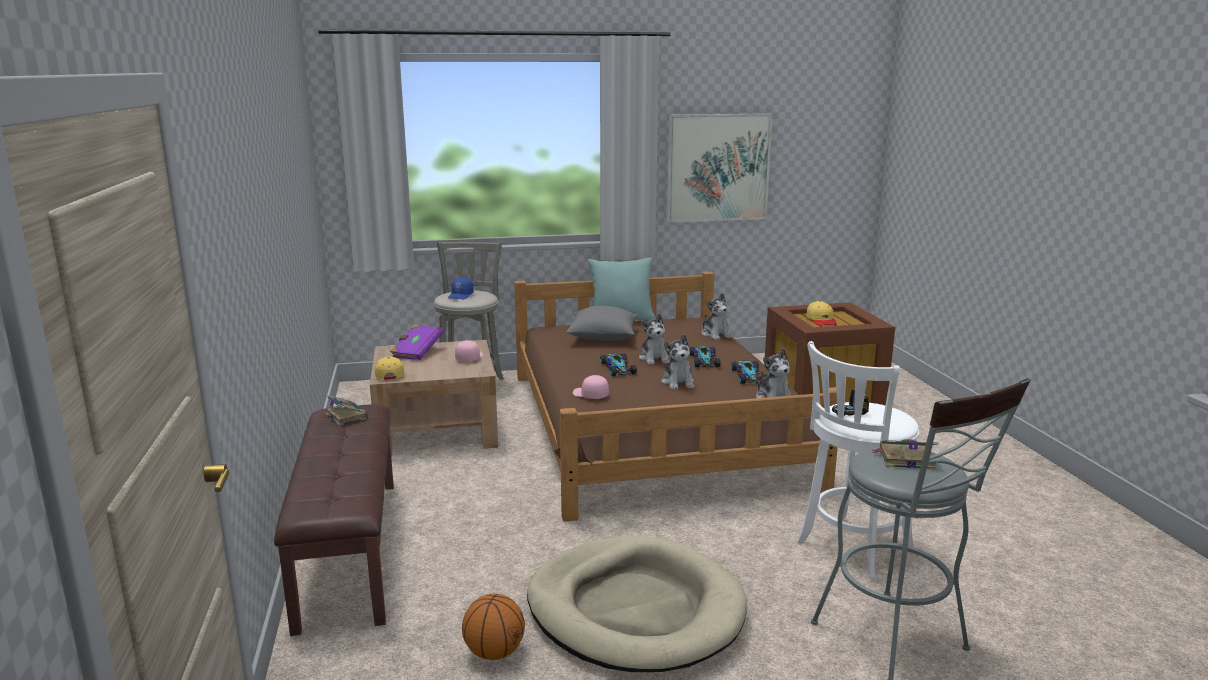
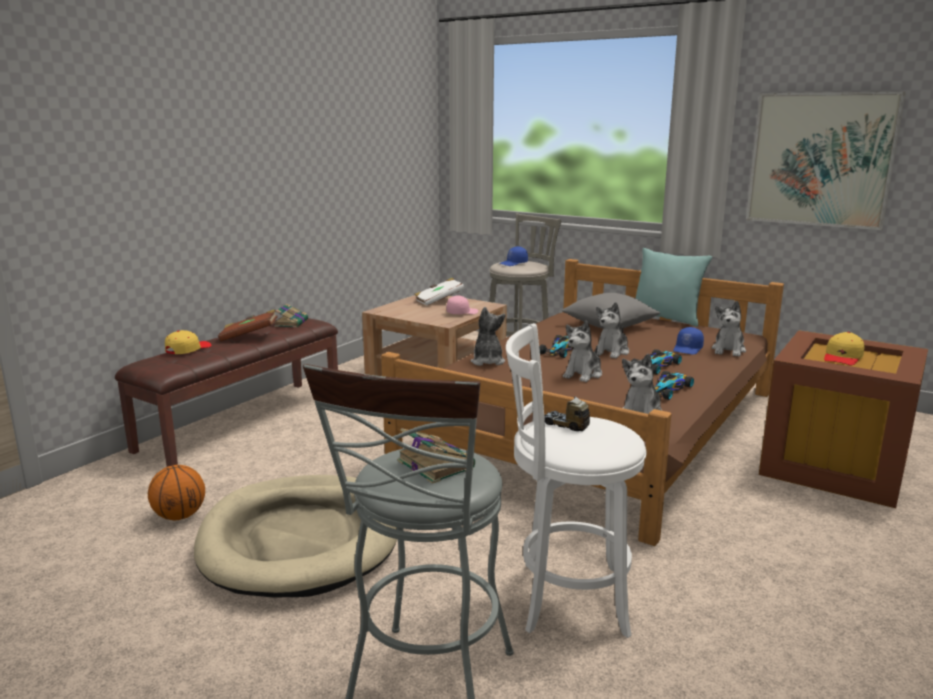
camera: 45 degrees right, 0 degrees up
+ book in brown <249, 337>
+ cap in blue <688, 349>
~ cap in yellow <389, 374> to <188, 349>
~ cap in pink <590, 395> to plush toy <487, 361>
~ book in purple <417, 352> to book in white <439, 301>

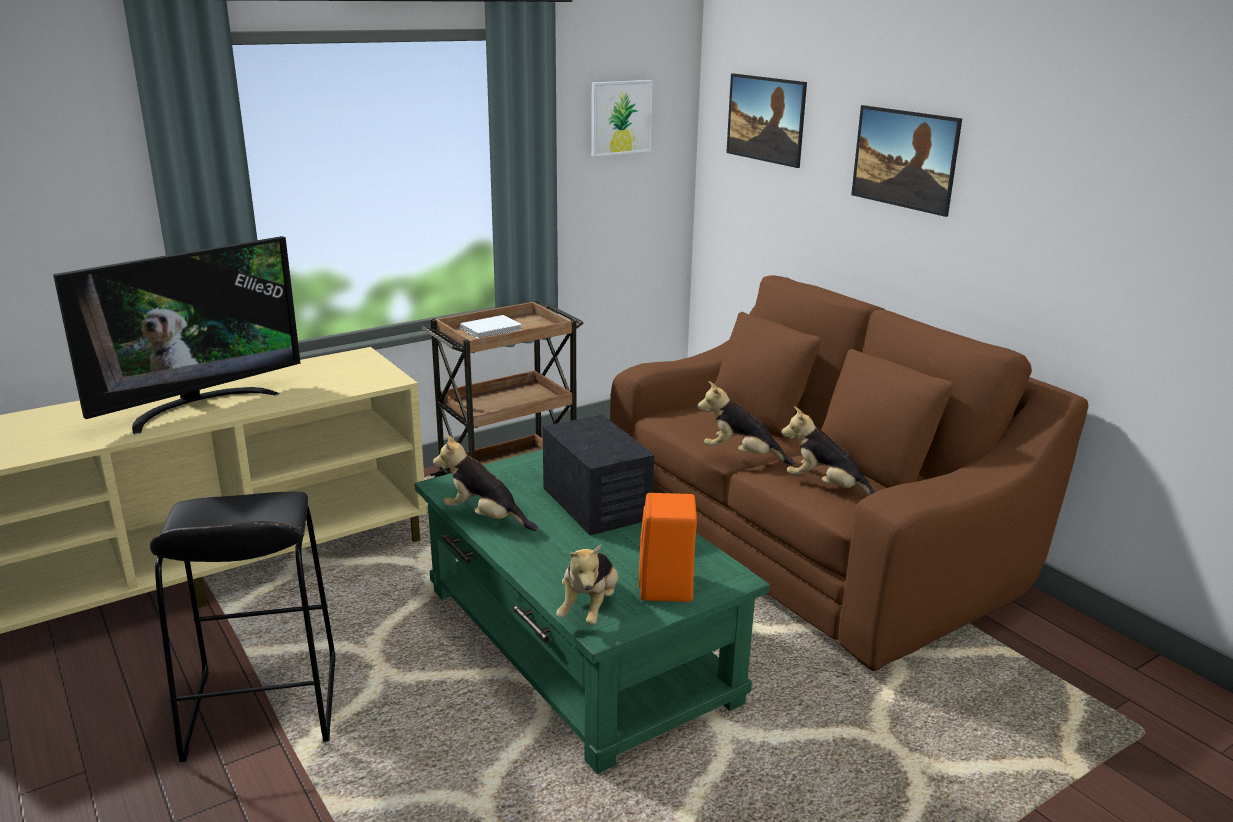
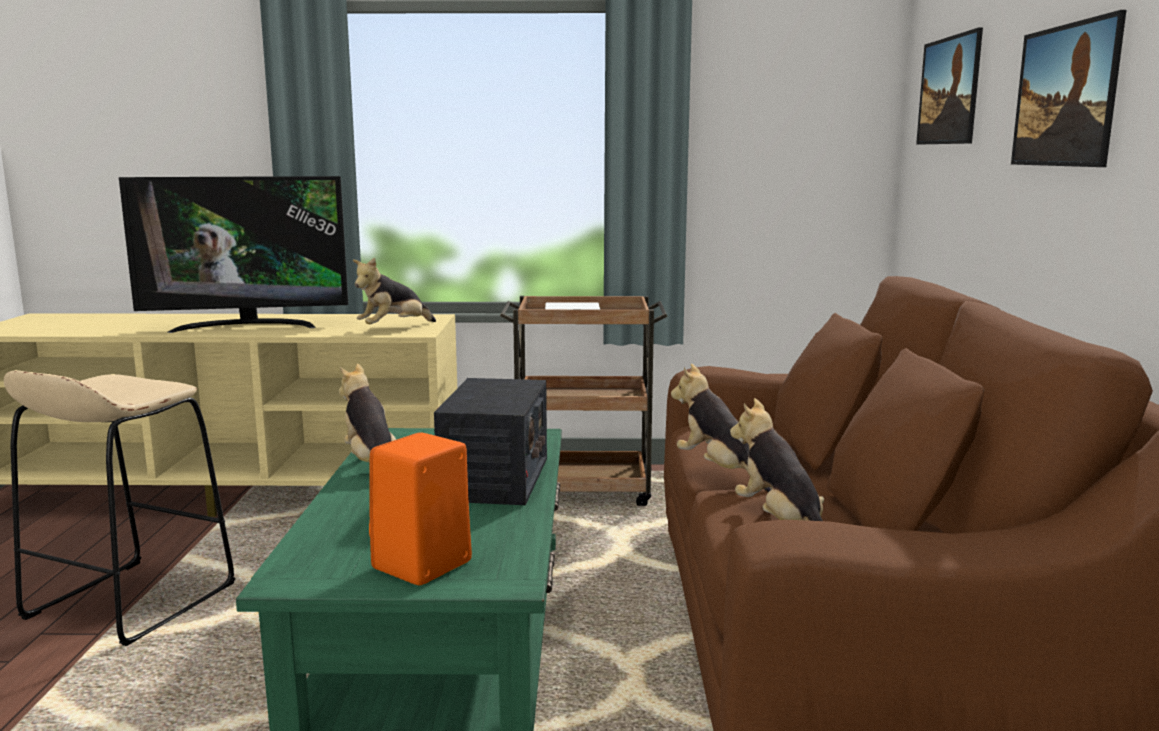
camera: 35 degrees right, 10 degrees down
- picture <620, 117>
~ plush toy <589, 608> to <394, 328>
~ stool in black <262, 708> to stool in beige <130, 602>

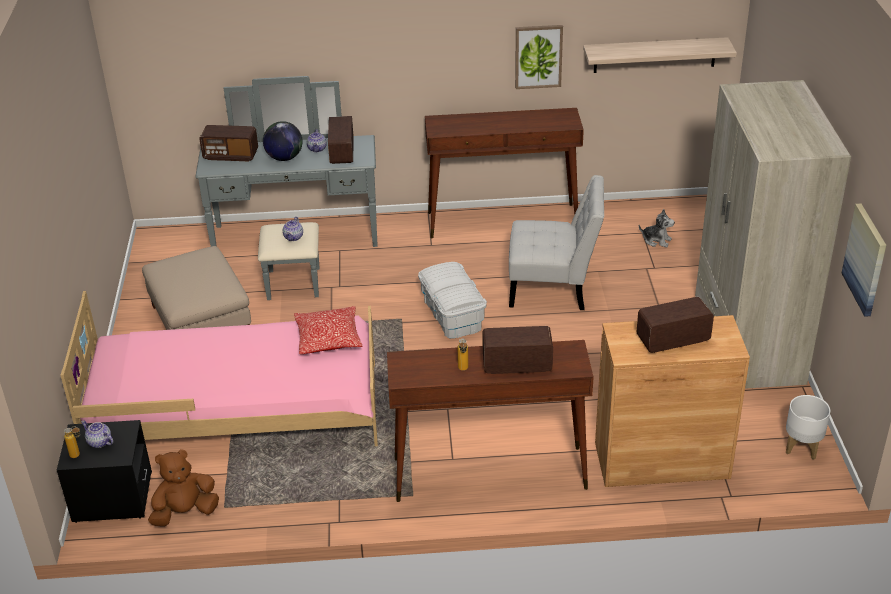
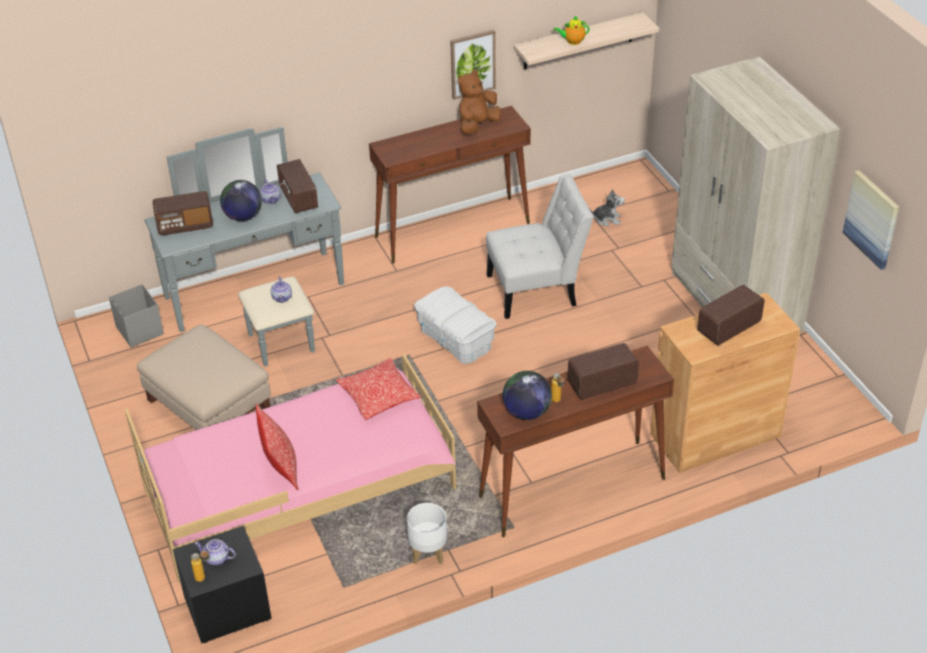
camera: 20 degrees left, 5 degrees up
+ storage box in grey <140, 330>
+ pillow <281, 467>
+ globe <526, 412>
+ teapot <572, 42>
~ plush toy in brown <185, 512> to <477, 125>
~ planter in white <802, 447> to <428, 553>

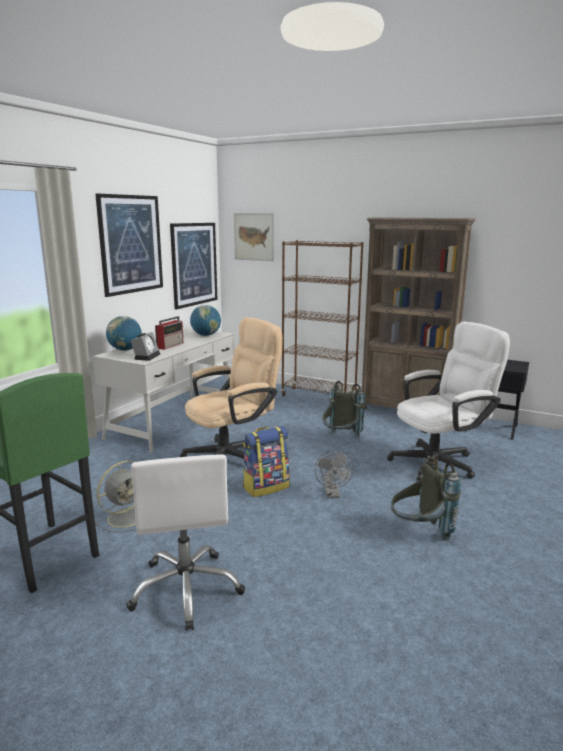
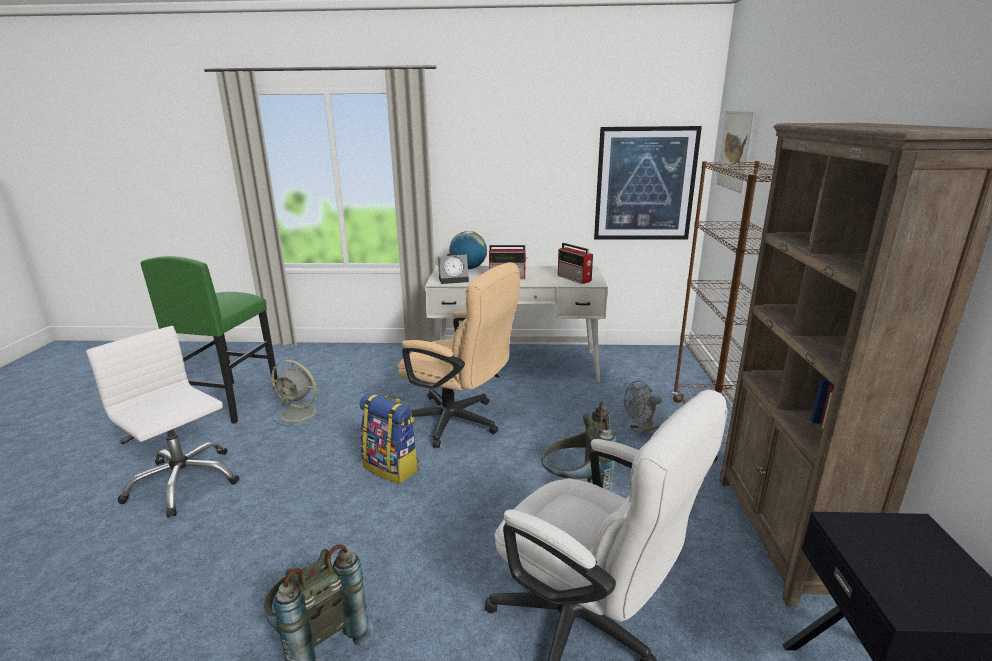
camera: 65 degrees right, 5 degrees up
- picture <131, 244>
~ fan in grey <332, 494> to <640, 430>
~ globe <206, 335> to radio <574, 279>
~ office chair in white <187, 589> = <183, 482> 75 degrees clockwise

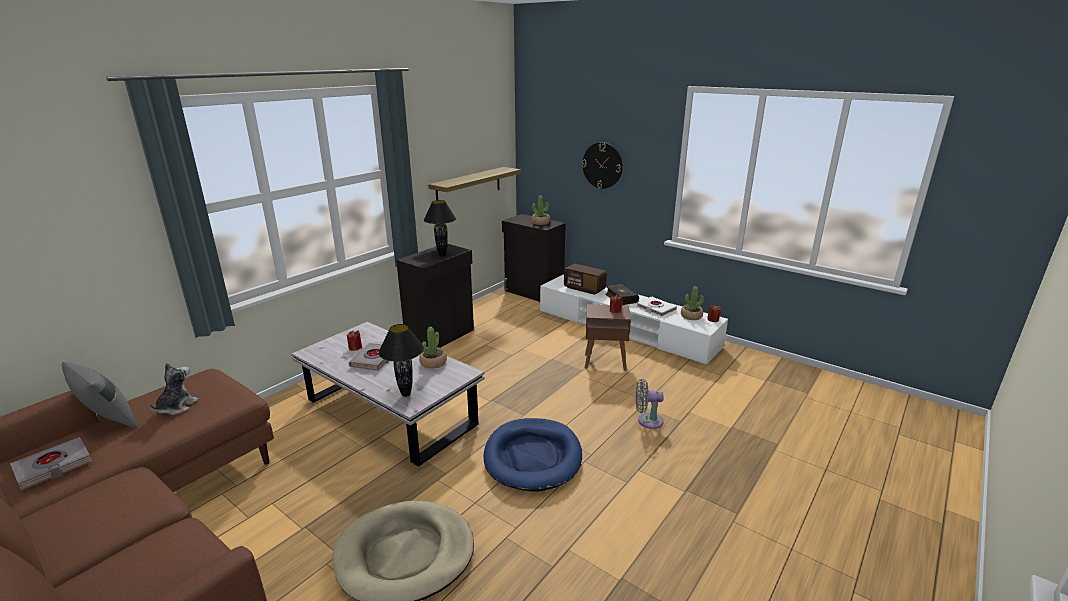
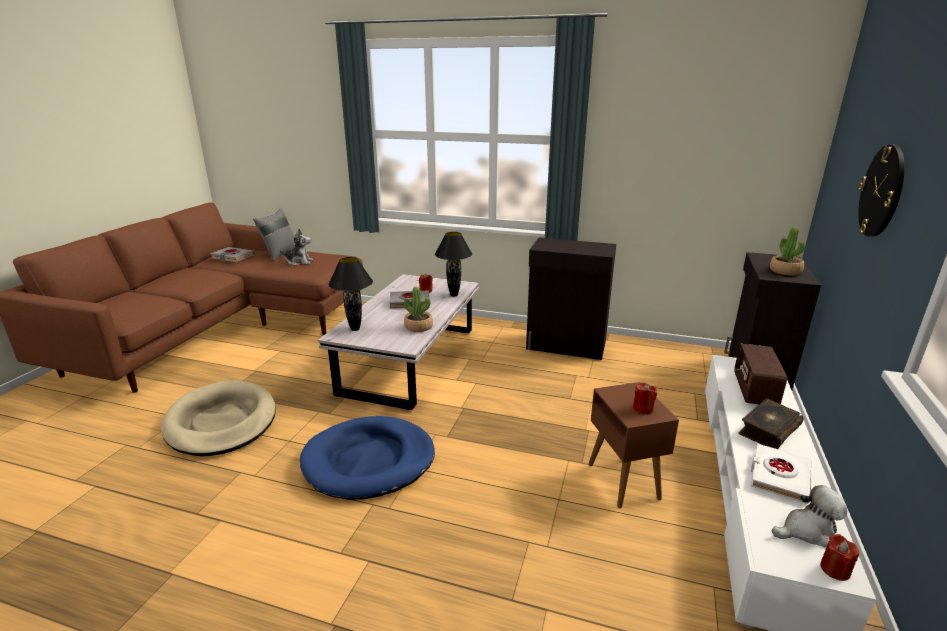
camera: 70 degrees right, 0 degrees up
- shelf <469, 186>
- fan in grey <647, 420>
~ table lamp in black <442, 255> to <453, 295>
~ potted plant <691, 316> to plush toy <807, 531>

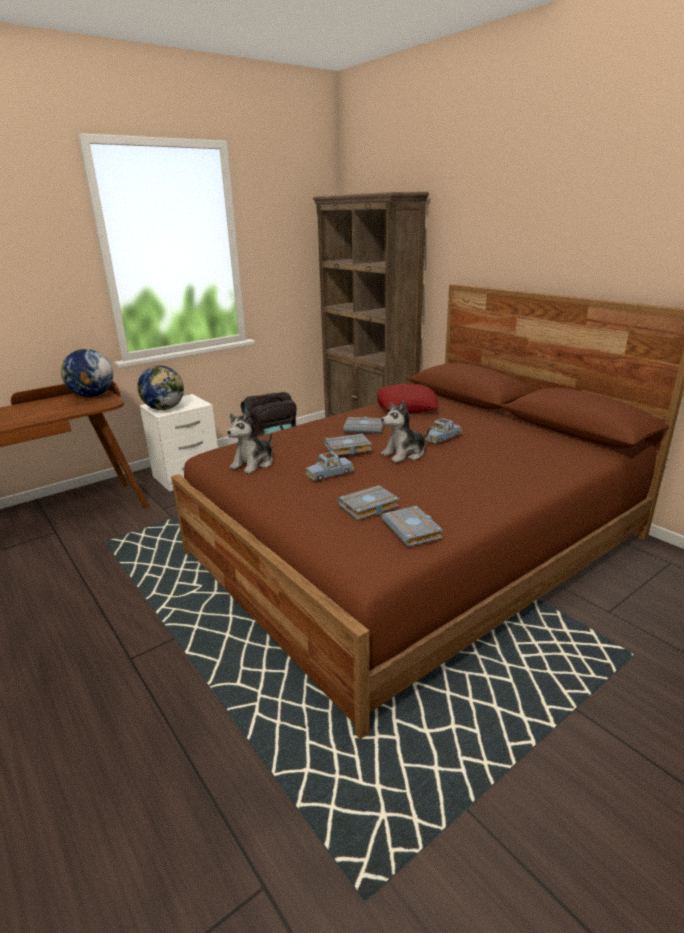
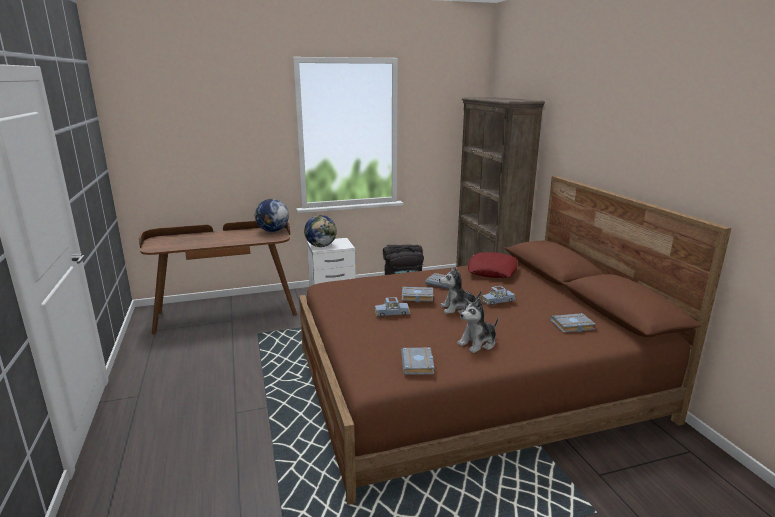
camera: 20 degrees right, 5 degrees down
~ plush toy <253, 463> to <478, 343>
~ book in grey <368, 507> to <572, 326>

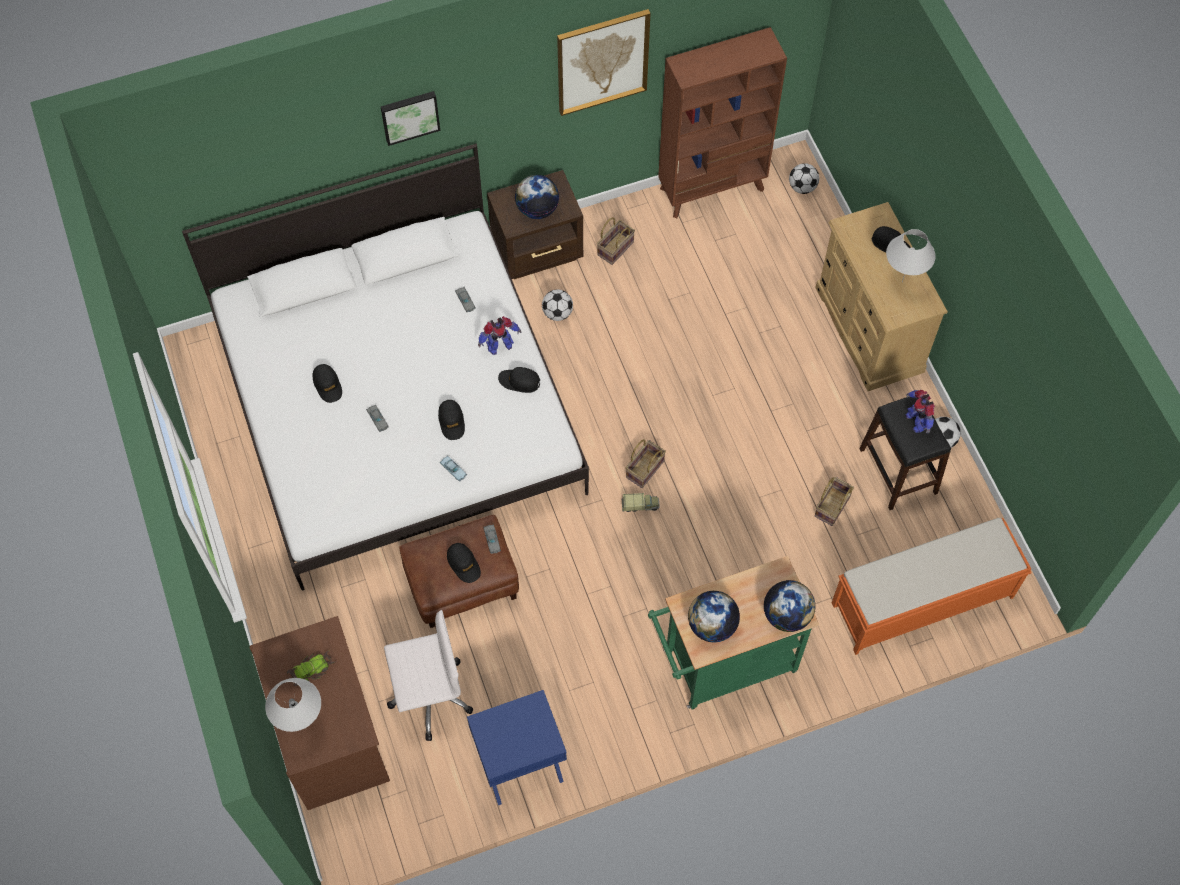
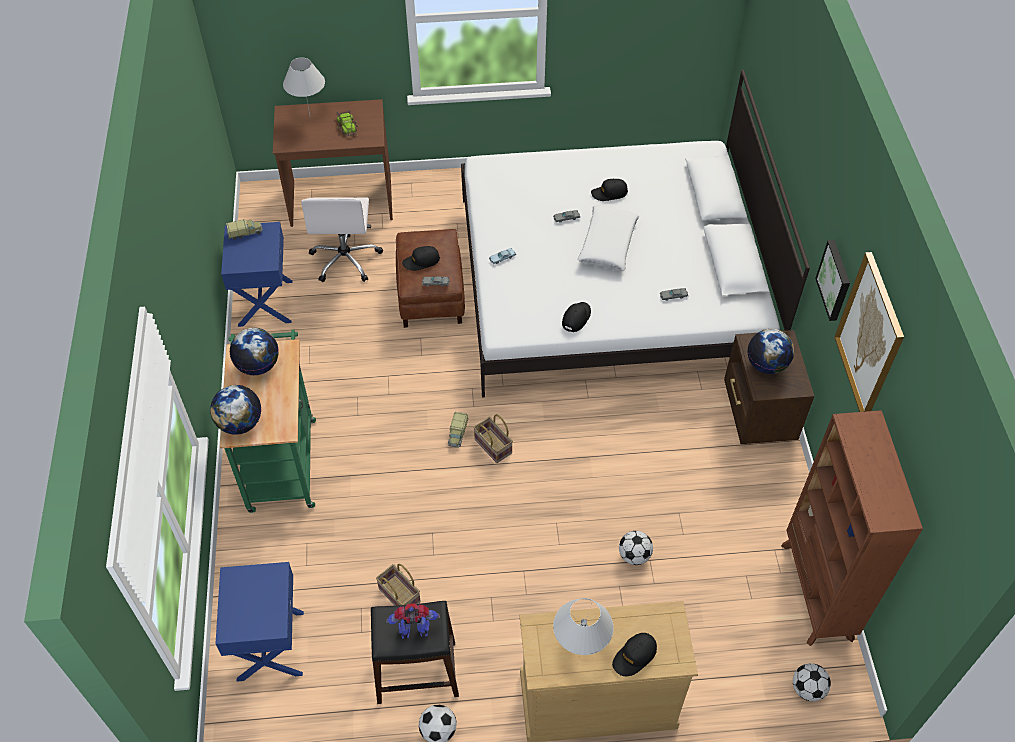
camera: 105 degrees right, 10 degrees down
- cap in black <452, 421>
- toy robot <499, 345>
- basket <615, 247>
+ toy truck <245, 233>
+ pillow in white <607, 244>
~ picture <409, 116> to <835, 280>
~ football <557, 313> to <634, 555>
~ bench in orange <921, 601> to nightstand in blue <269, 645>

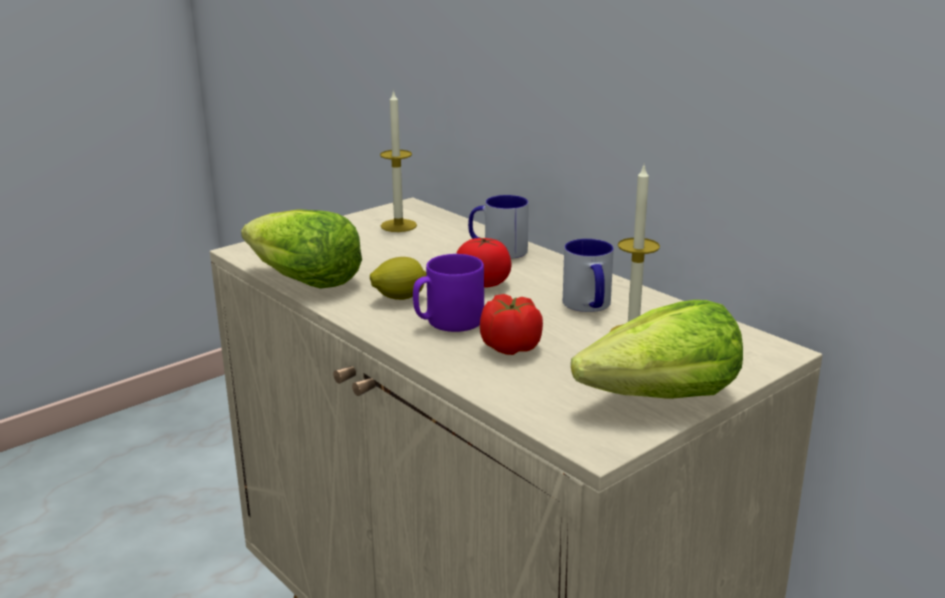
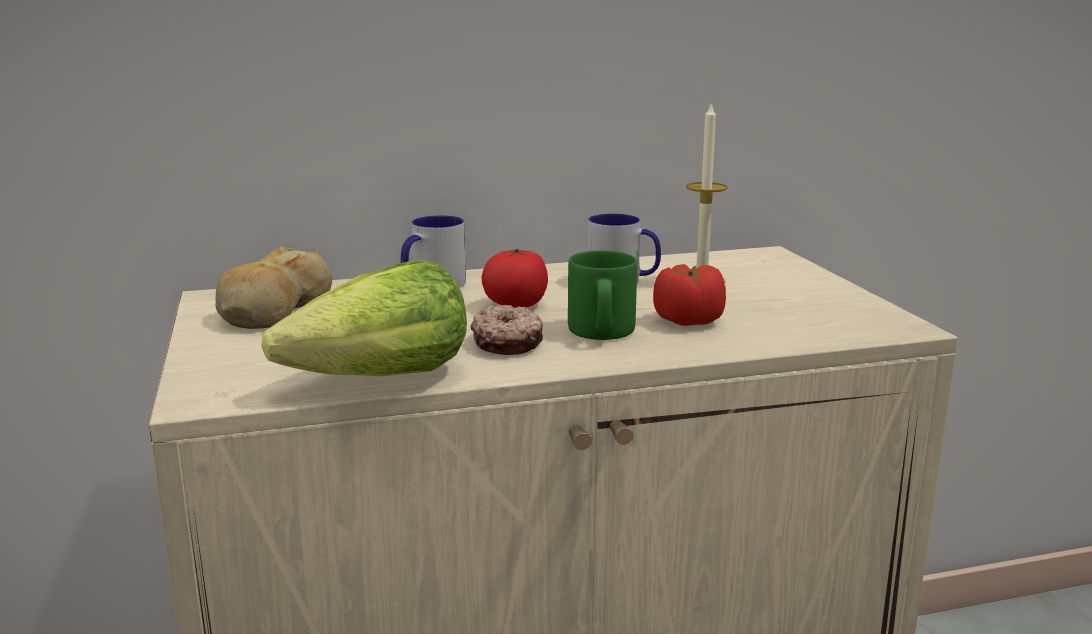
camera: 65 degrees left, 5 degrees down
- lettuce <662, 399>
~ lemon <399, 298> to donut <508, 342>
~ candle <398, 225> to bread <274, 310>
~ mug in purple <448, 322> to mug in green <601, 333>

